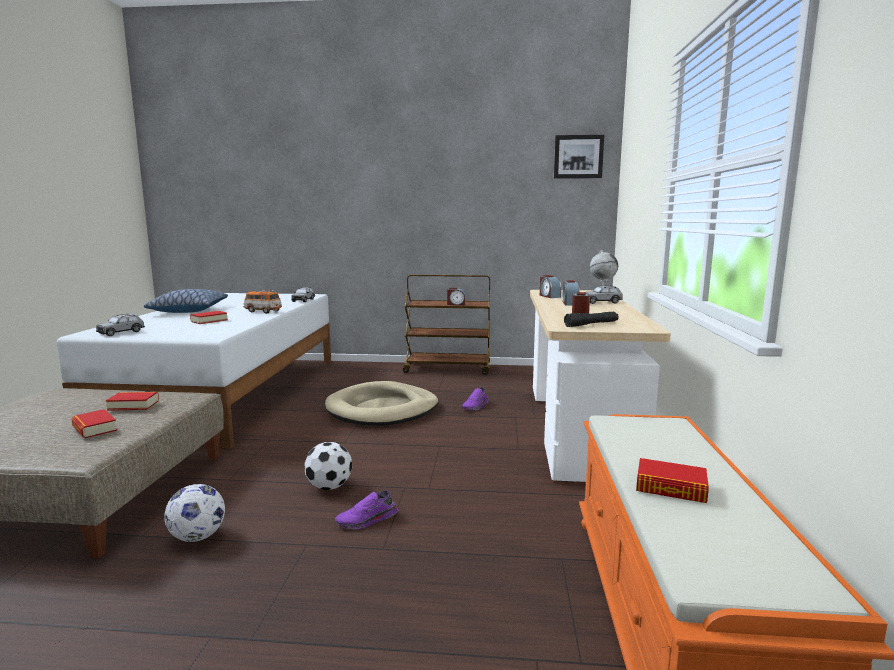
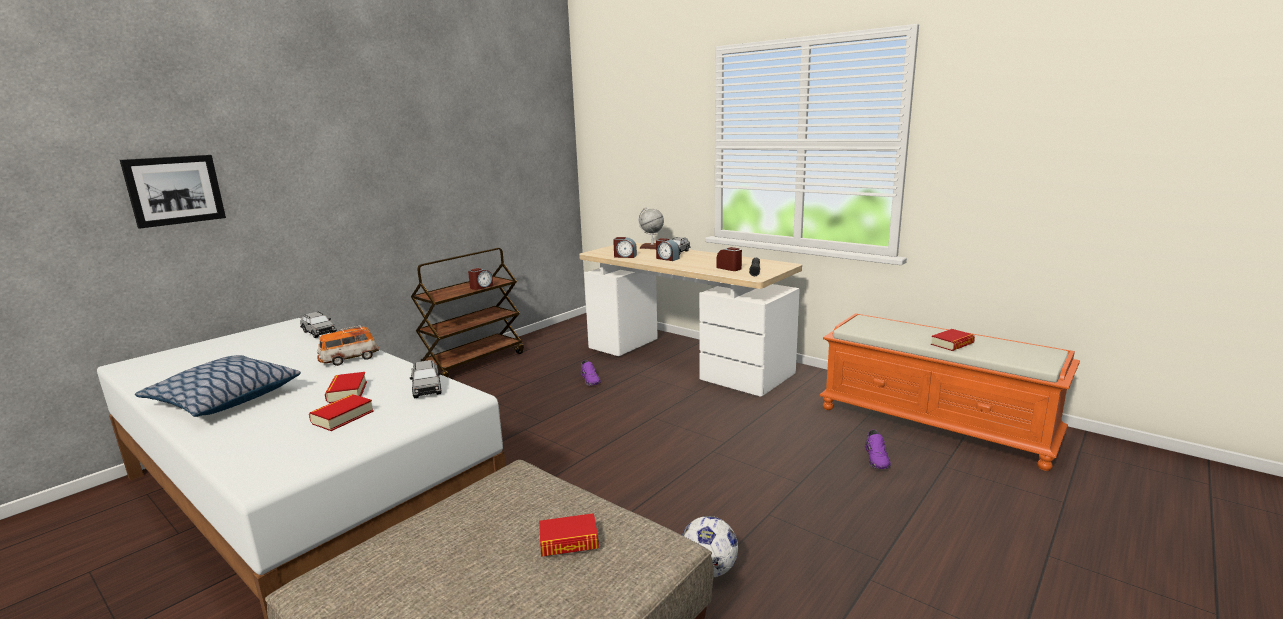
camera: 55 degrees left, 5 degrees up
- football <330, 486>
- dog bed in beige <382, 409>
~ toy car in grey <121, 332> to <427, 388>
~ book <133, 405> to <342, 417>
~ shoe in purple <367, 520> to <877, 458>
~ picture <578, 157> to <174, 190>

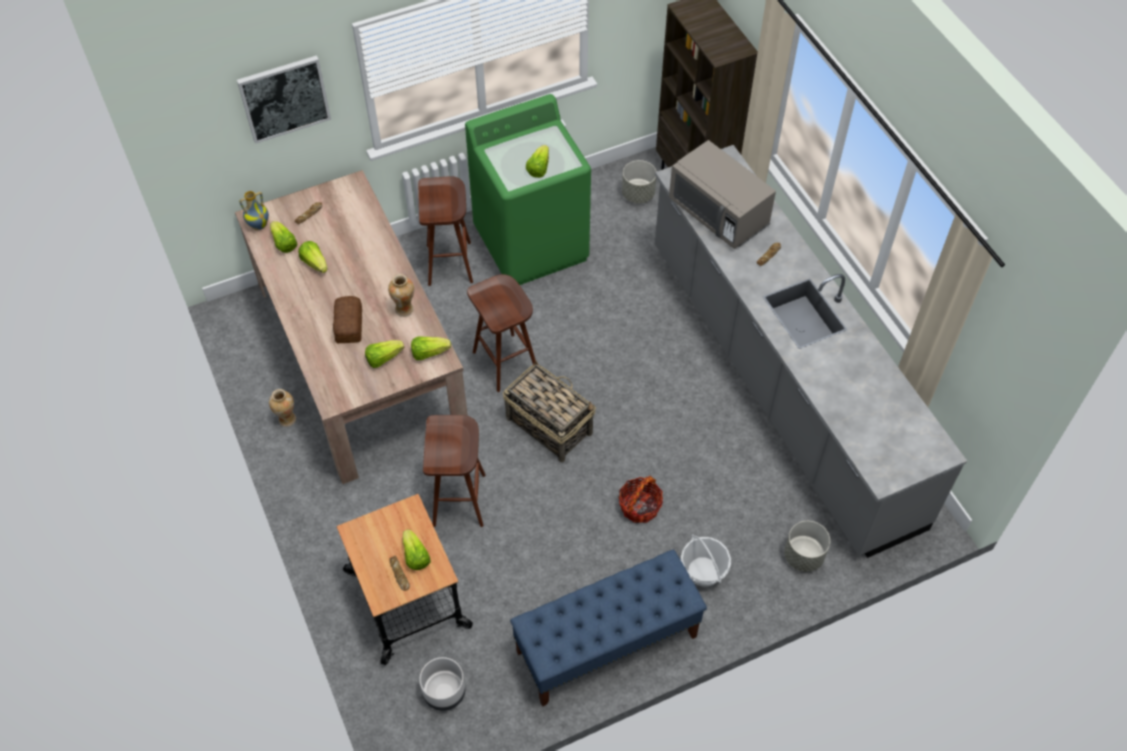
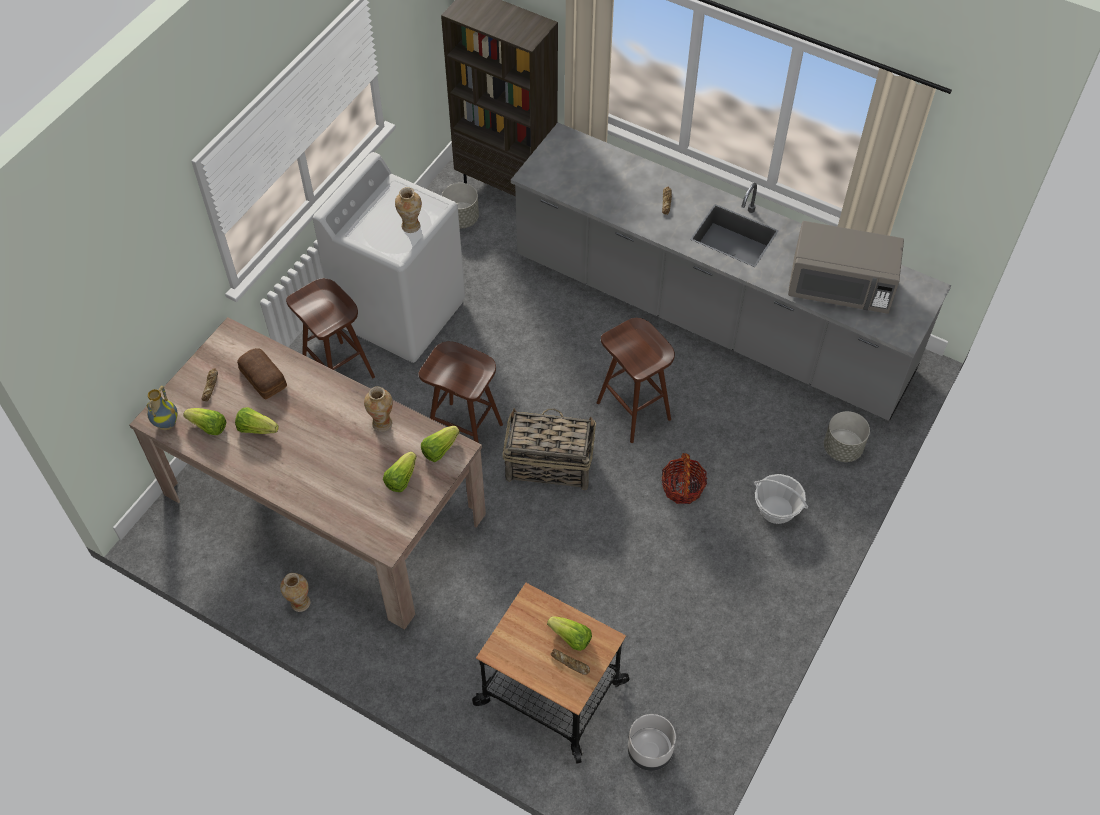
camera: 35 degrees left, 0 degrees up
- picture <284, 98>
- bench in blue <606, 644>
~ bread <348, 325> to <263, 379>
~ stool in brown <460, 501> to <634, 411>
~ microwave in grey <718, 214> to <839, 287>
~ lettuce <538, 168> to vase <411, 226>
~ washing machine in green <532, 243> to washing machine in white <401, 312>

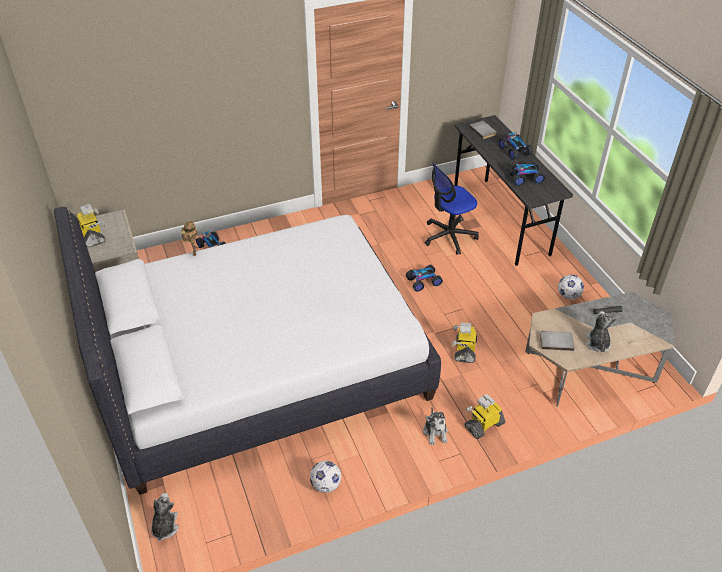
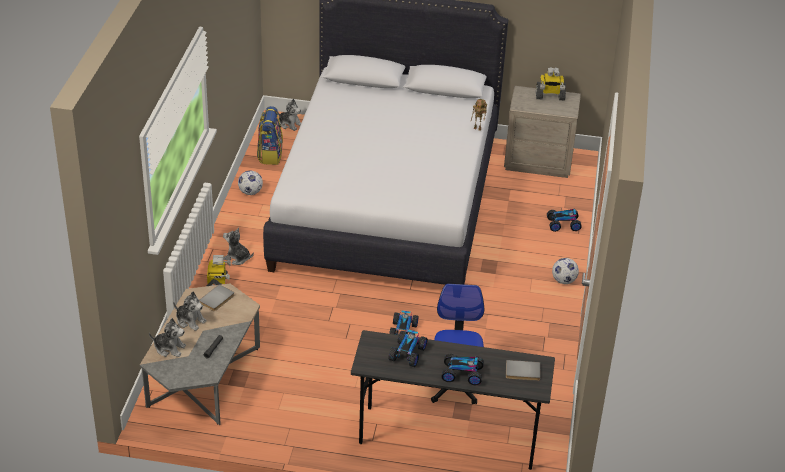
camera: 120 degrees right, 5 degrees down
- toy robot <464, 350>
+ plush toy <169, 348>
+ backpack <270, 155>
~ football <568, 296> to <564, 280>

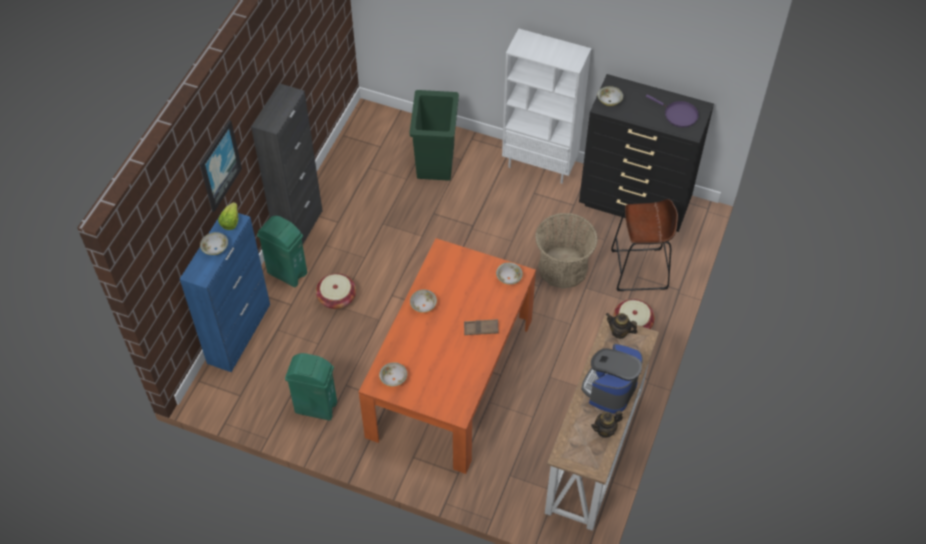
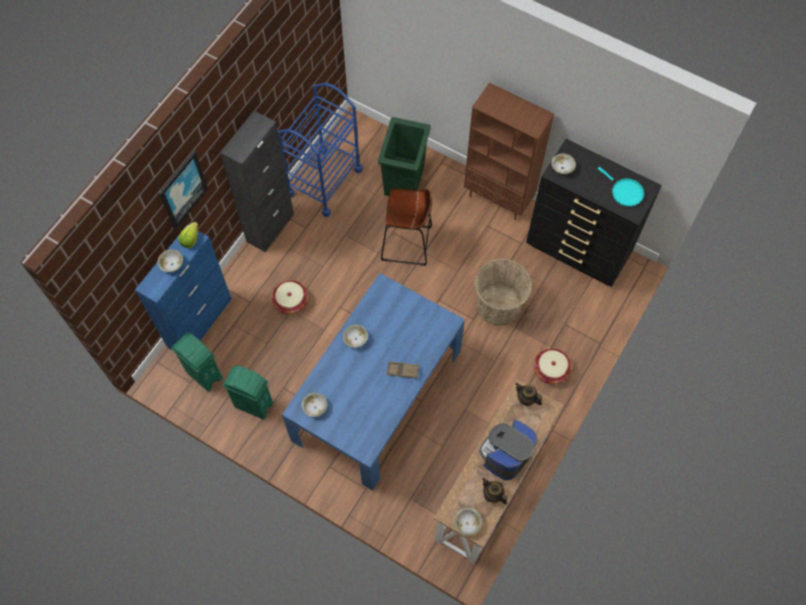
camera: 10 degrees right, 10 degrees up
+ cart in blue <324, 182>
~ trash can in green <287, 273> to <204, 374>
~ bowl <509, 278> to <467, 523>
~ stool in brown <639, 270> to <406, 244>
~ dining table in orange <450, 377> to dining table in blue <377, 396>
~ bookcase in white <540, 165> to bookcase in brown <499, 198>
~ frying pan in purple <678, 115> to frying pan in turquoise <625, 192>
~ teapot <605, 430> = <493, 495> 60 degrees clockwise

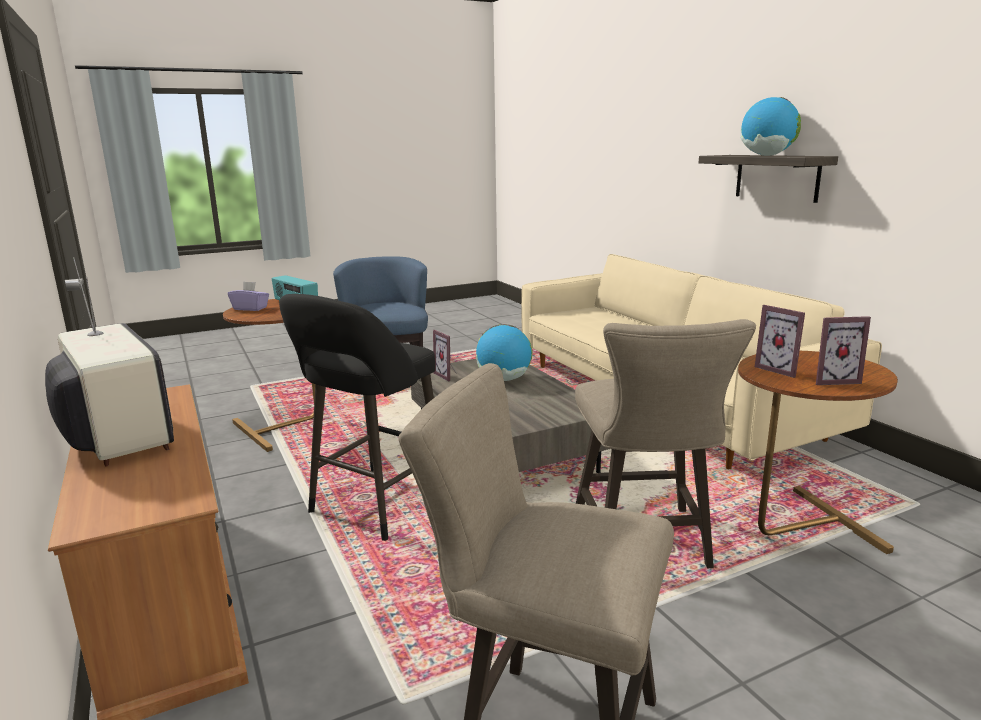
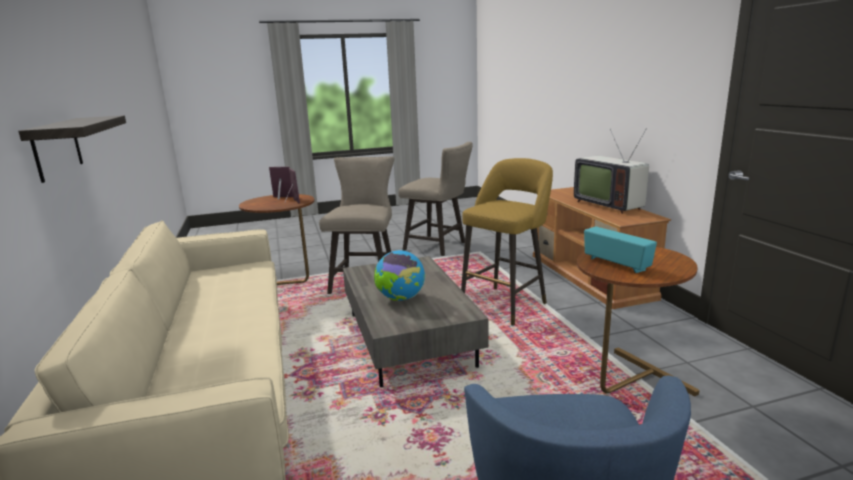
camera: 170 degrees left, 0 degrees up
- tissue box in purple <250, 308>
- picture frame <448, 375>
- globe <767, 155>
~ stool in black <373, 508> to stool in yellow <506, 304>

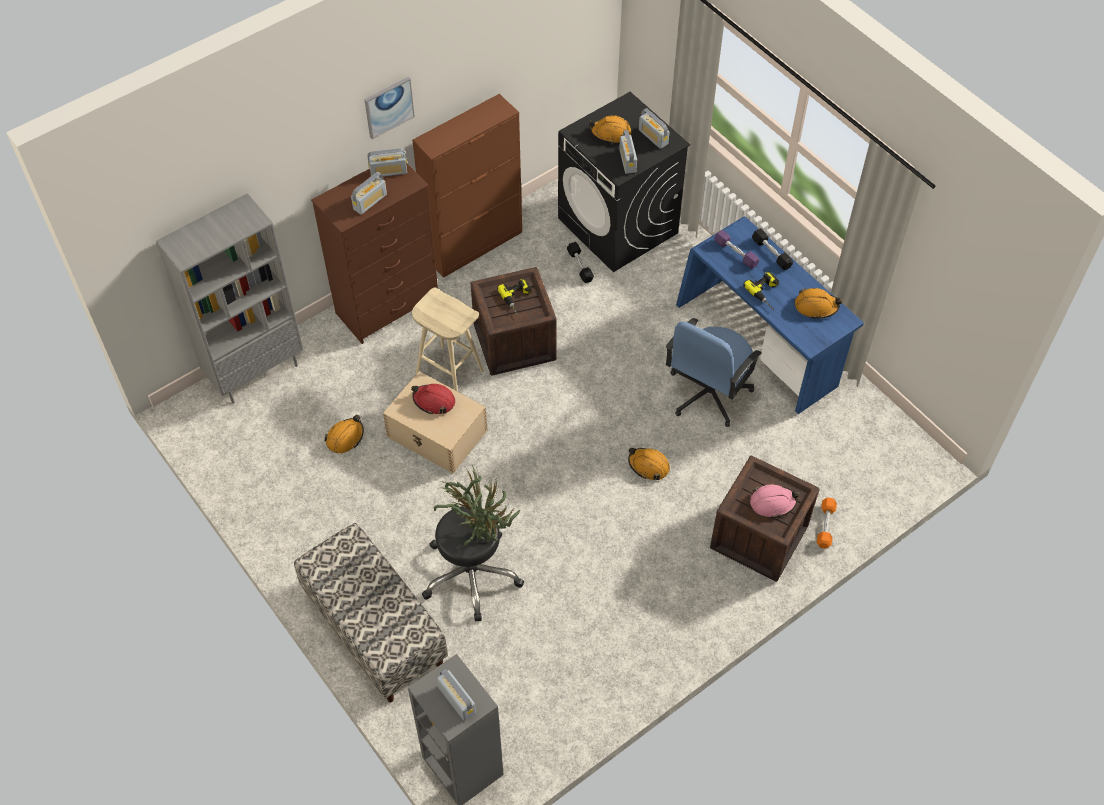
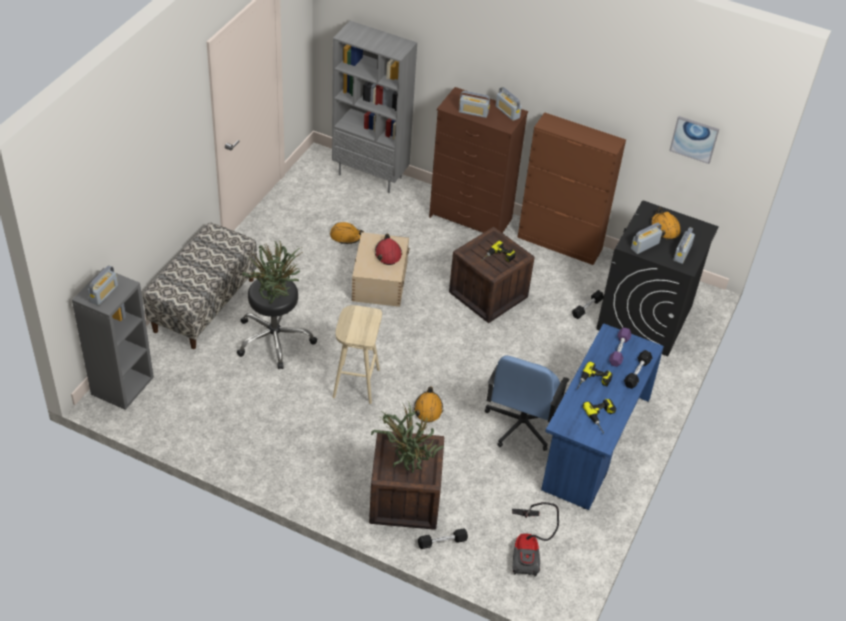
camera: 60 degrees right, 10 degrees down
+ vacuum cleaner <528, 550>
~ picture <389, 107> to <694, 139>
~ stool in beige <448, 372> to <355, 382>
~ hard hat in pink <772, 503> to potted plant <408, 464>
~ hard hat in orange <816, 306> to power drill <603, 418>
~ dumbbell in orange <825, 526> to dumbbell in black <442, 542>
~ office chair in blue <707, 393> = <521, 424> 75 degrees counterclockwise

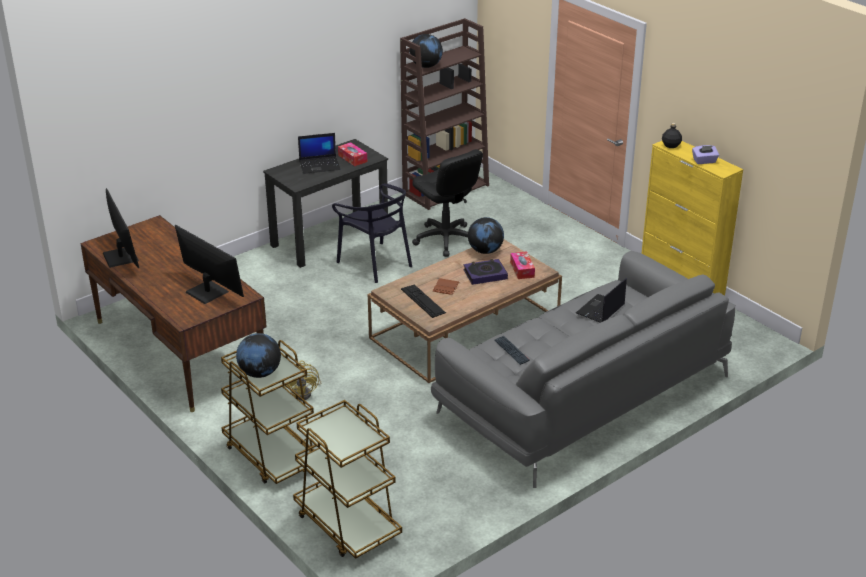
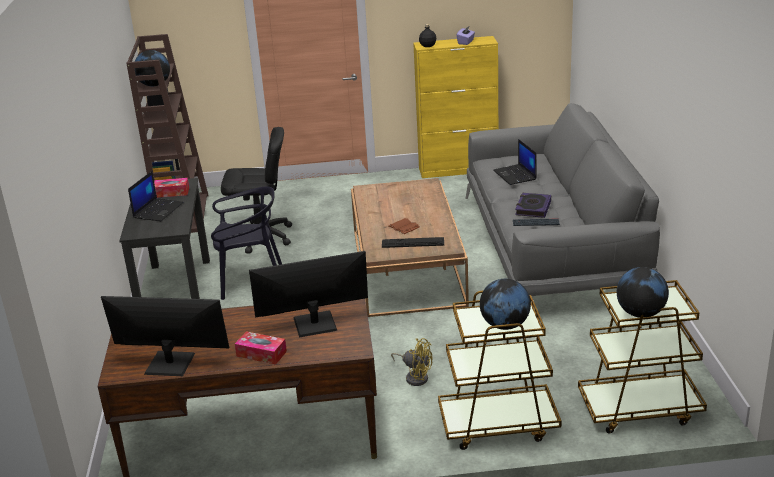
camera: 55 degrees left, 5 degrees down
~ book <485, 274> to <533, 208>
~ globe <485, 251> to <641, 313>
~ tissue box <522, 269> to <261, 354>

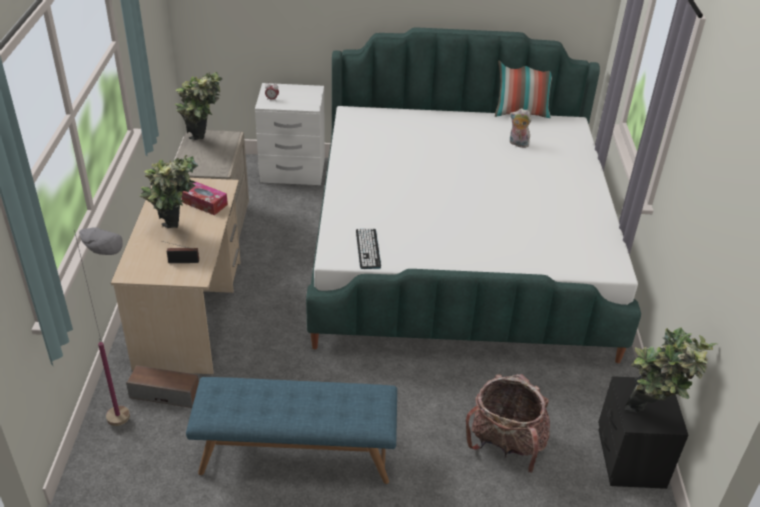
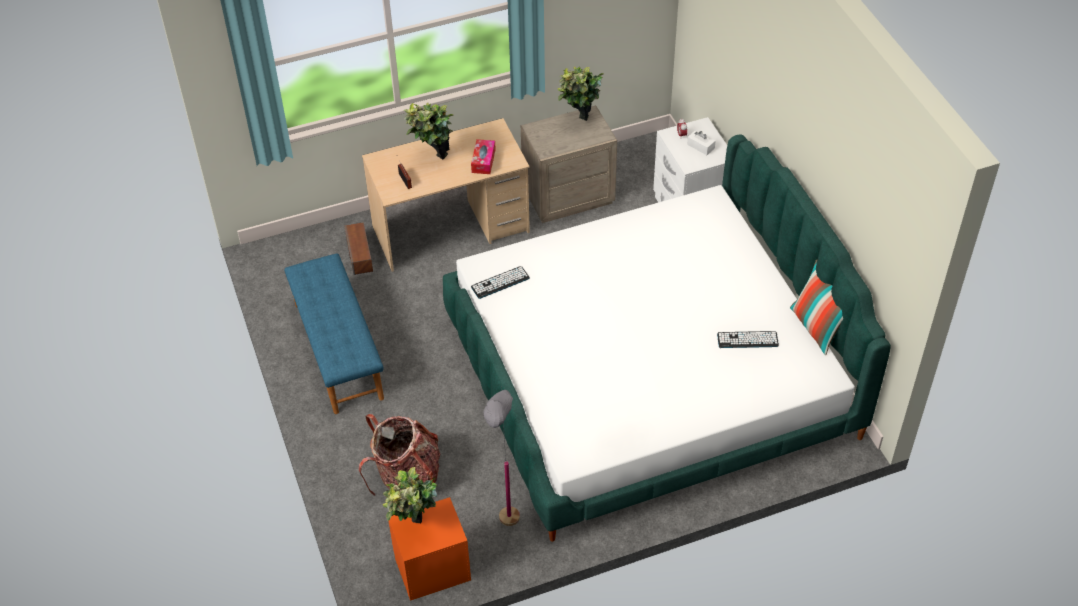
camera: 70 degrees right, 10 degrees up
+ tissue box in white <700, 146>
~ floor lamp in grey <134, 429> to <507, 536>
~ plush toy <517, 144> to keyboard <747, 340>
~ nightstand in black <630, 458> to nightstand in orange <432, 569>

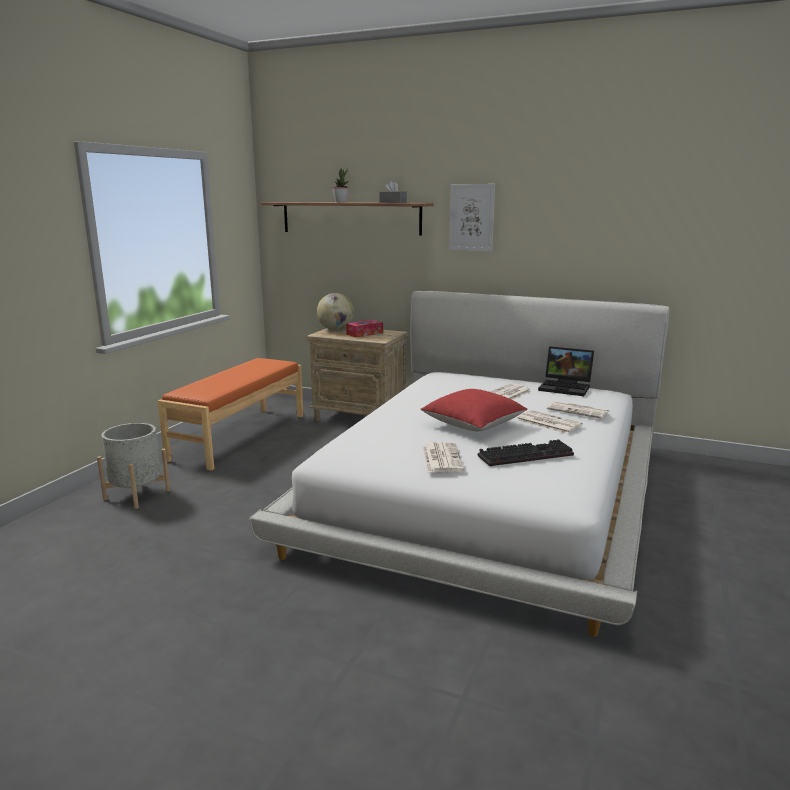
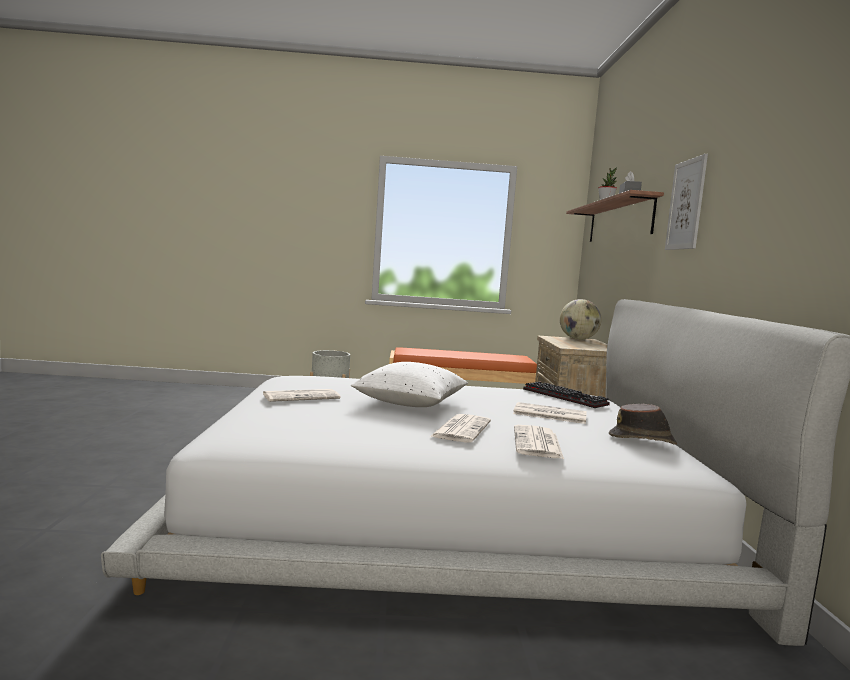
camera: 65 degrees right, 10 degrees down
- tissue box <364, 333>
~ keyboard <526, 455> to <566, 397>
~ laptop <566, 387> to hat in brown <642, 440>
~ pillow in red <473, 425> to pillow in white <410, 403>

